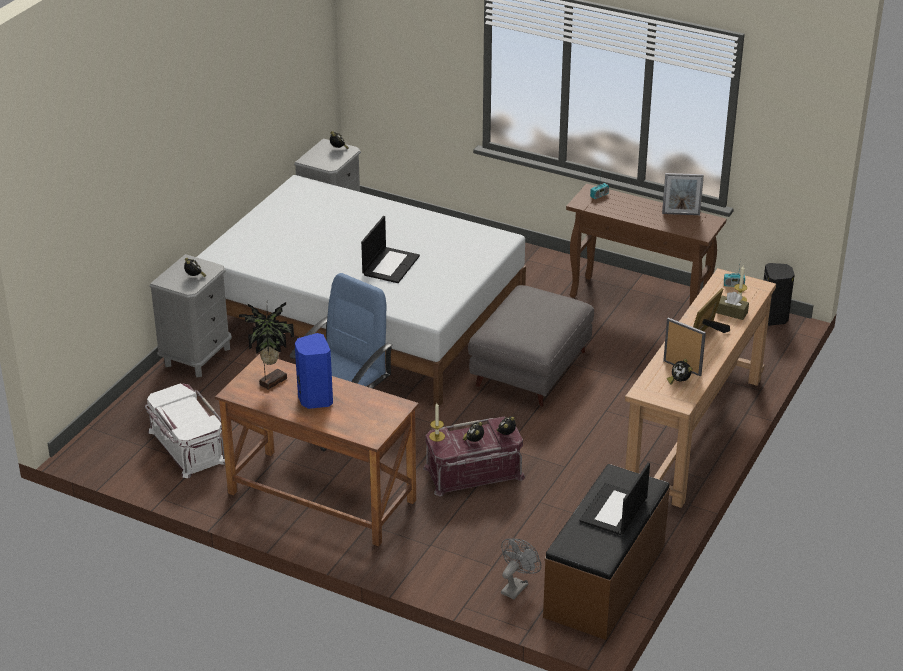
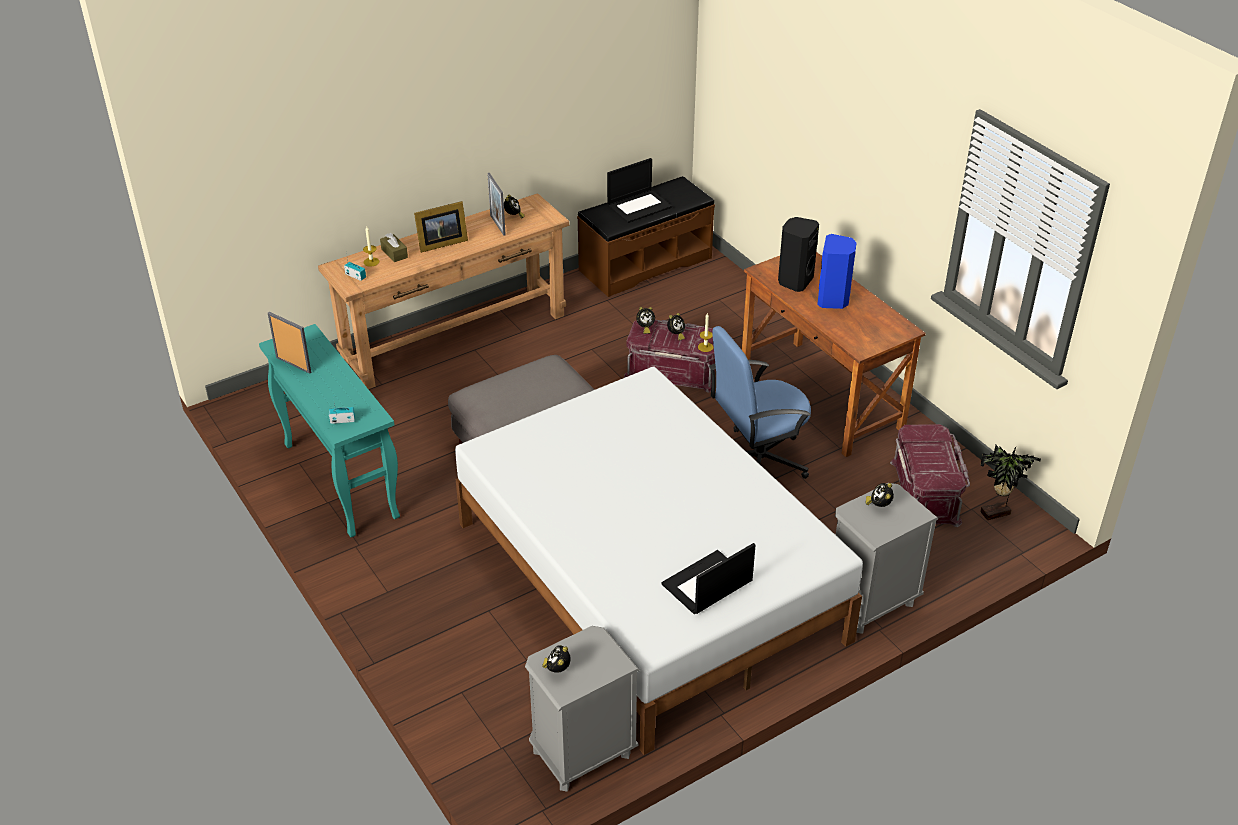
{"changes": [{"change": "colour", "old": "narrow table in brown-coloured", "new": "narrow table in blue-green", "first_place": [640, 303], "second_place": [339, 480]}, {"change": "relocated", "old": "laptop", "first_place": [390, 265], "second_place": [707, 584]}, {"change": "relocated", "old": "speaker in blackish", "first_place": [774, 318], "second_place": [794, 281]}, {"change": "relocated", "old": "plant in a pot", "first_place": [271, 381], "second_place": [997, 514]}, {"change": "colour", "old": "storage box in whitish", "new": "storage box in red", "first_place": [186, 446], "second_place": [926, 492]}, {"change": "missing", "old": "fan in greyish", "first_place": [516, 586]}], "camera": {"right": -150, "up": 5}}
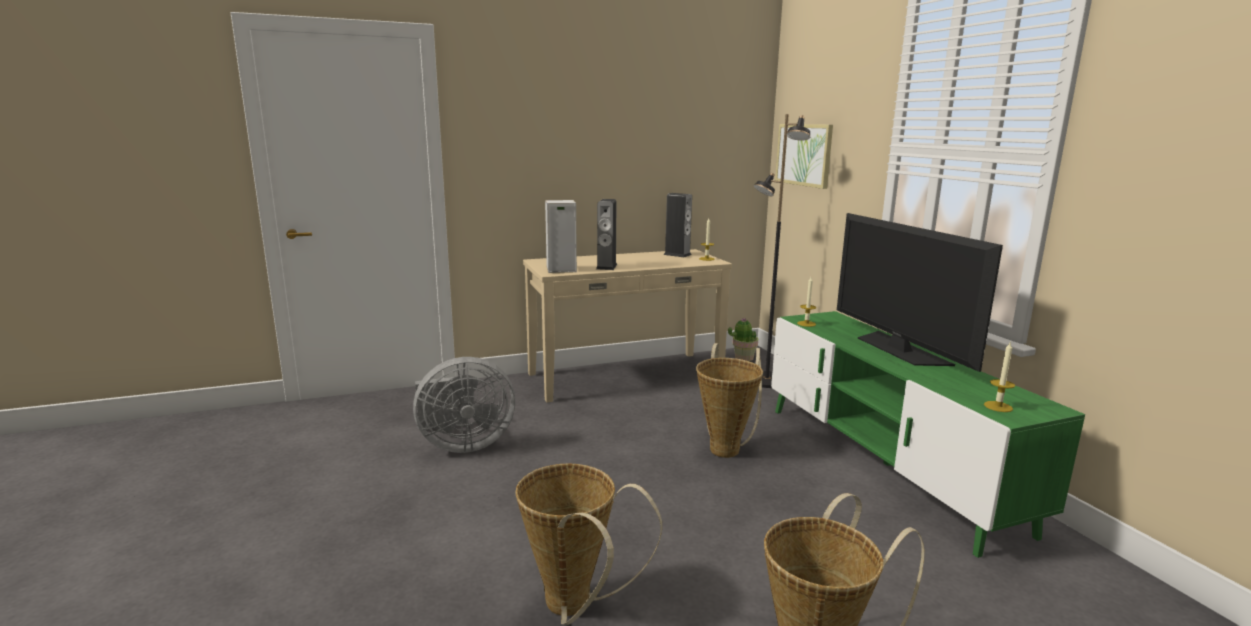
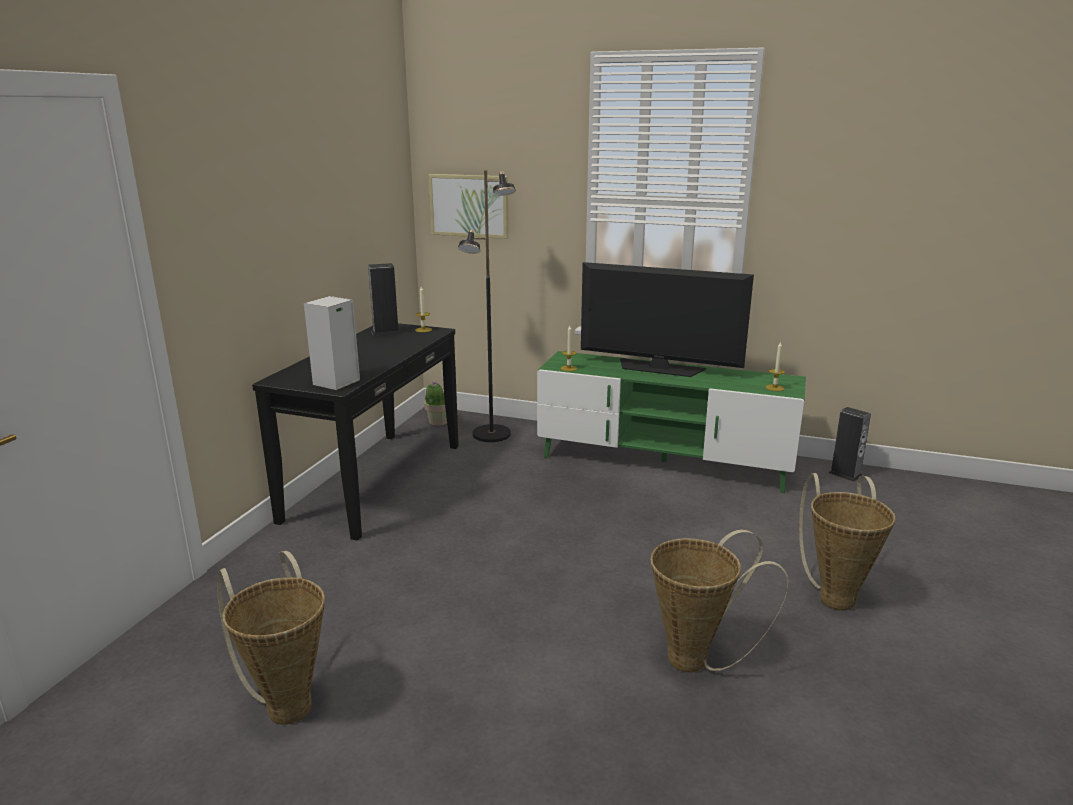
{"changes": [{"change": "relocated", "old": "speaker", "first_place": [606, 267], "second_place": [845, 474]}, {"change": "colour", "old": "narrow table in sand-coloured", "new": "narrow table in blackish", "first_place": [625, 375], "second_place": [374, 481]}, {"change": "relocated", "old": "storage basket", "first_place": [726, 447], "second_place": [287, 702]}, {"change": "missing", "old": "fan in greyish", "first_place": [462, 444]}], "camera": {"right": -50, "up": 5}}
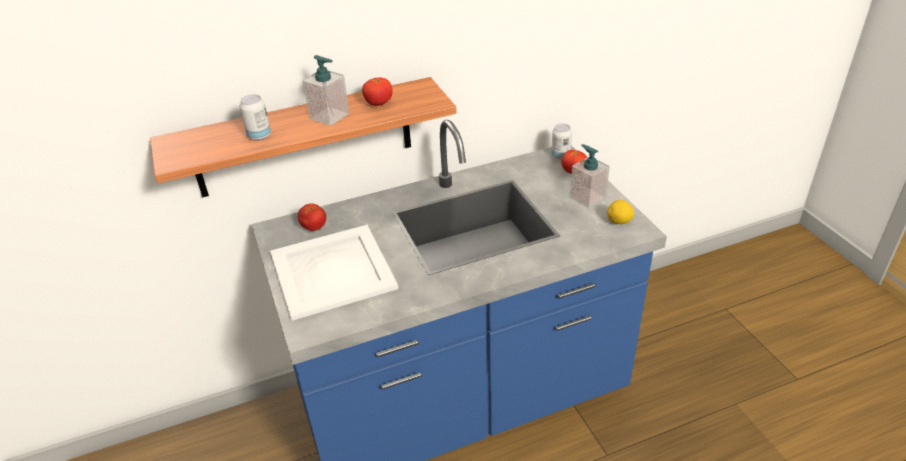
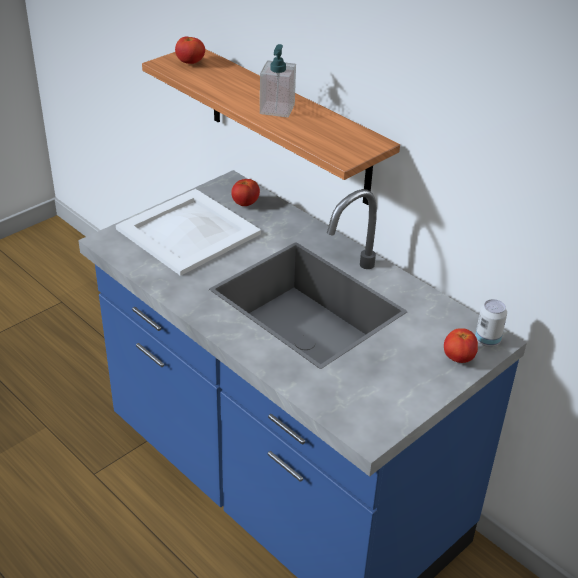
{"changes": [{"change": "relocated", "old": "tomato", "first_place": [379, 104], "second_place": [190, 63]}, {"change": "missing", "old": "can", "first_place": [259, 136]}, {"change": "missing", "old": "soap dispenser", "first_place": [587, 197]}, {"change": "missing", "old": "citrus fruit", "first_place": [619, 222]}], "camera": {"right": 65, "up": 0}}
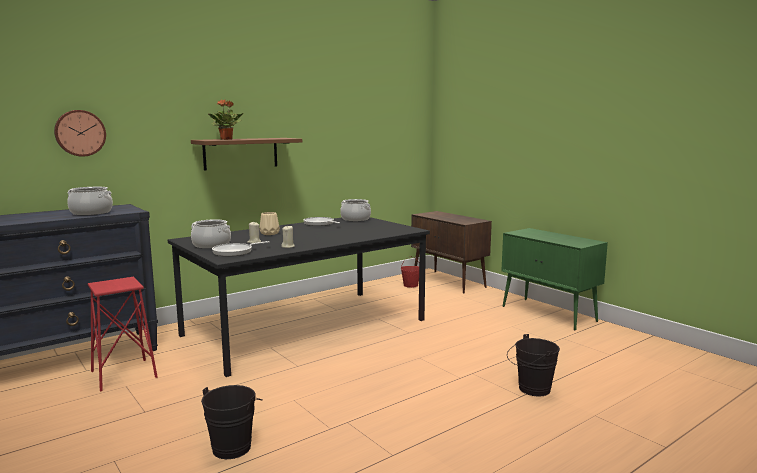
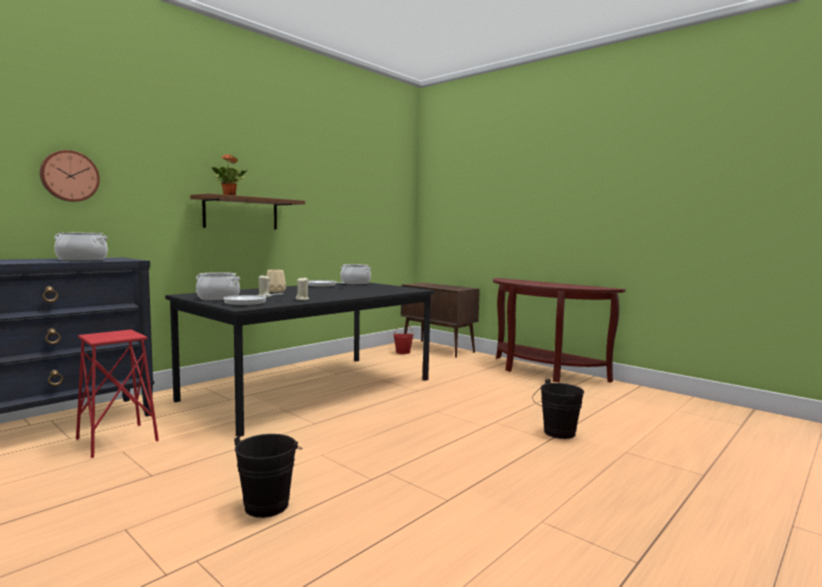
{"changes": [{"change": "exchanged", "old": "cupboard in greenish", "new": "narrow table in brown-coloured", "first_place": [549, 314], "second_place": [542, 372]}], "camera": {"right": -10, "up": -5}}
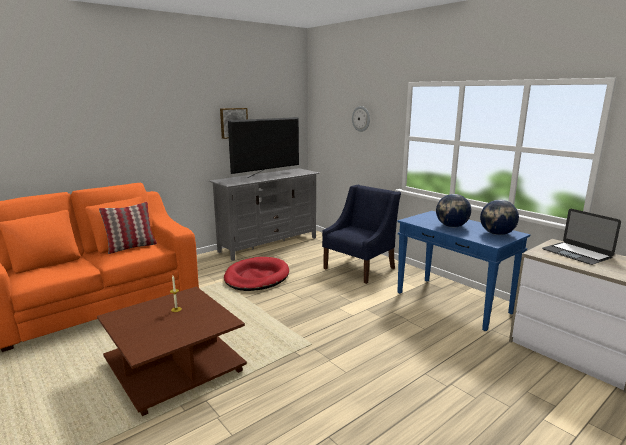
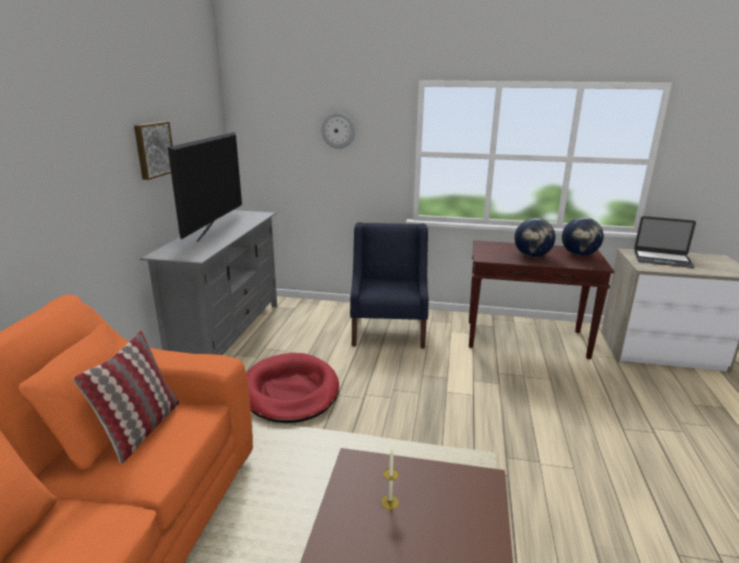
{"changes": [{"change": "colour", "old": "narrow table in blue-coloured", "new": "narrow table in brown-coloured", "first_place": [453, 303], "second_place": [526, 339]}], "camera": {"right": -40, "up": 5}}
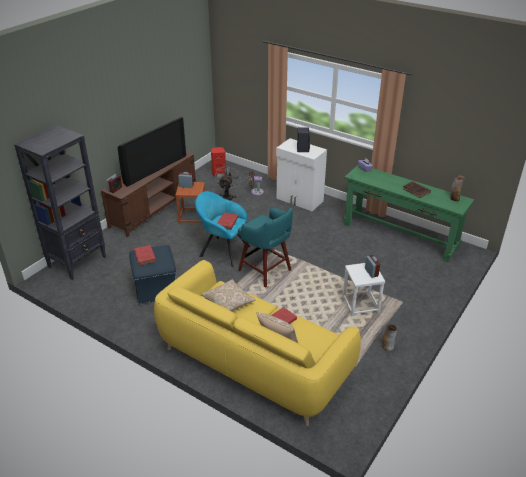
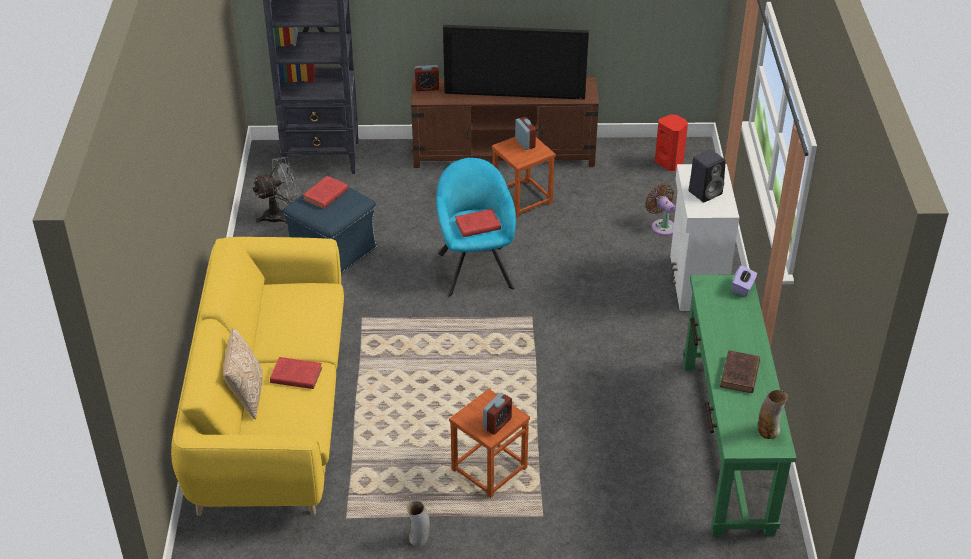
{"changes": [{"change": "relocated", "old": "fan in greyish", "first_place": [227, 197], "second_place": [280, 215]}, {"change": "missing", "old": "sitting stool in blue-green", "first_place": [266, 271]}, {"change": "colour", "old": "sitting stool in whitish", "new": "sitting stool in brown-coloured", "first_place": [360, 304], "second_place": [489, 468]}, {"change": "missing", "old": "cushion", "first_place": [228, 303]}], "camera": {"right": 55, "up": 5}}
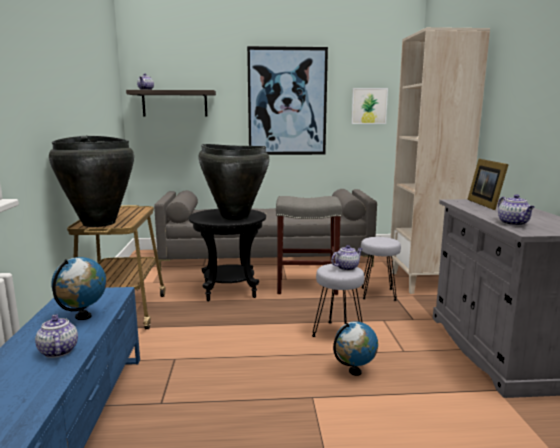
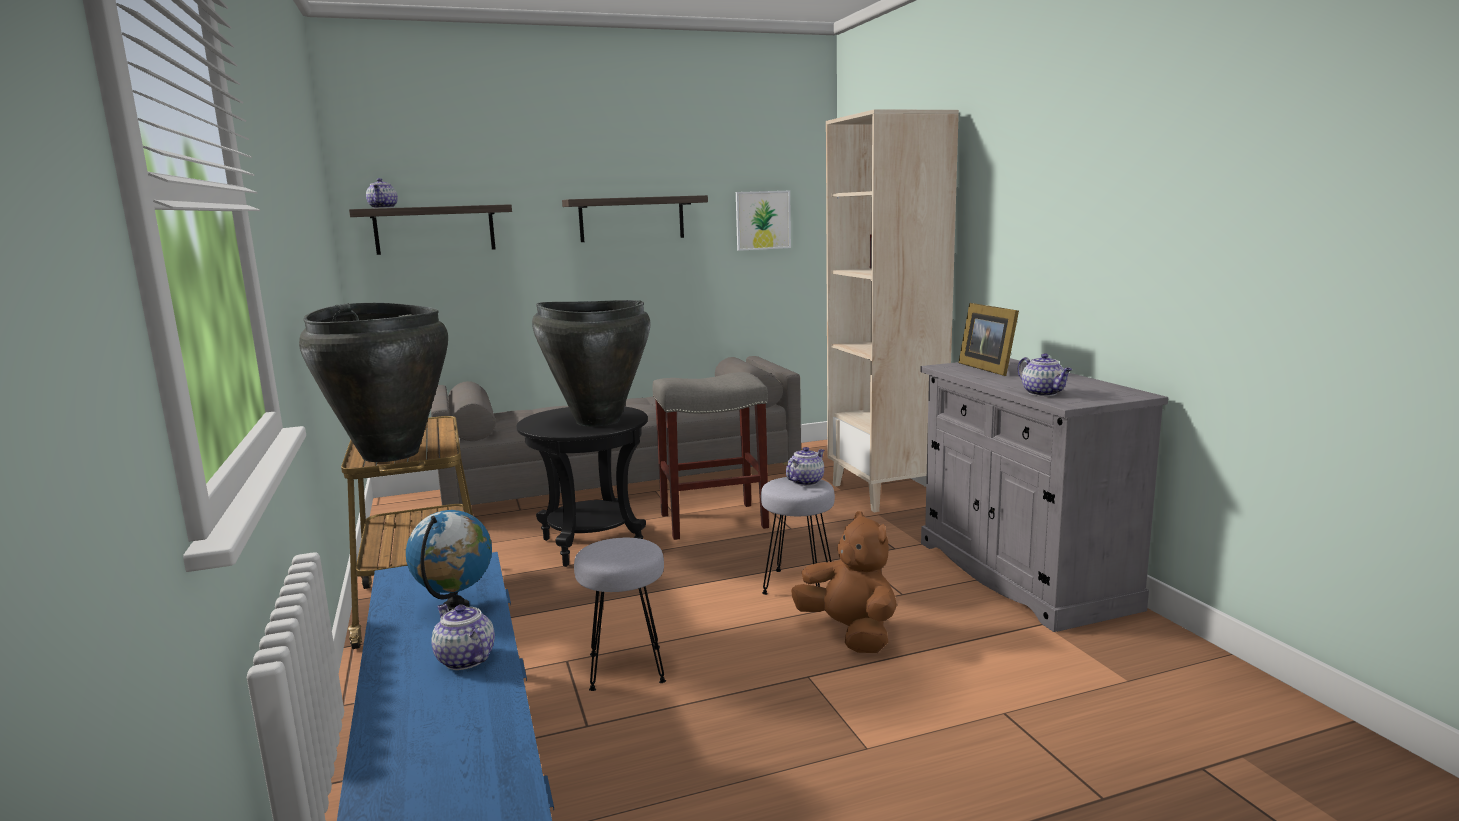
{"changes": [{"change": "exchanged", "old": "wall picture", "new": "wall shelf", "first_place": [287, 102], "second_place": [632, 219]}, {"change": "relocated", "old": "sitting stool in greyish", "first_place": [378, 294], "second_place": [626, 669]}, {"change": "exchanged", "old": "world globe", "new": "soft toy in brown-coloured", "first_place": [355, 372], "second_place": [849, 633]}], "camera": {"right": -15, "up": 0}}
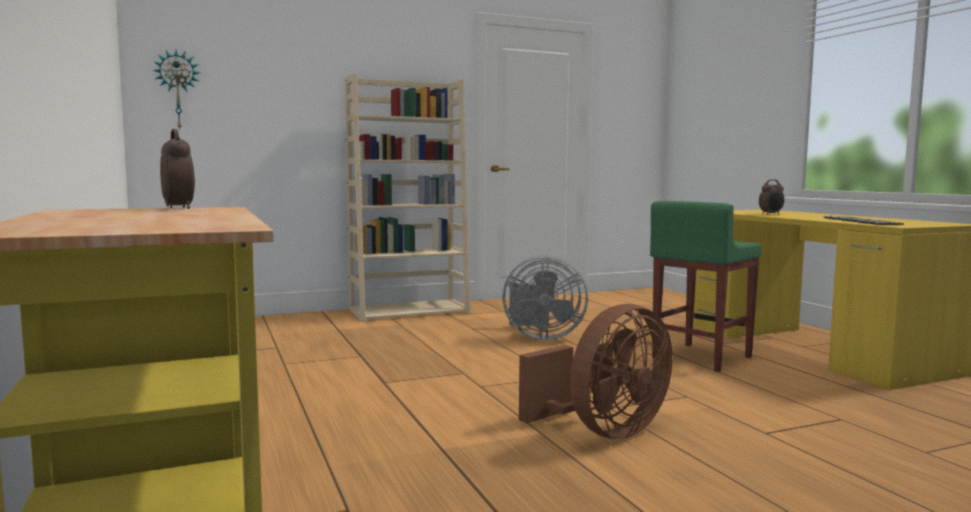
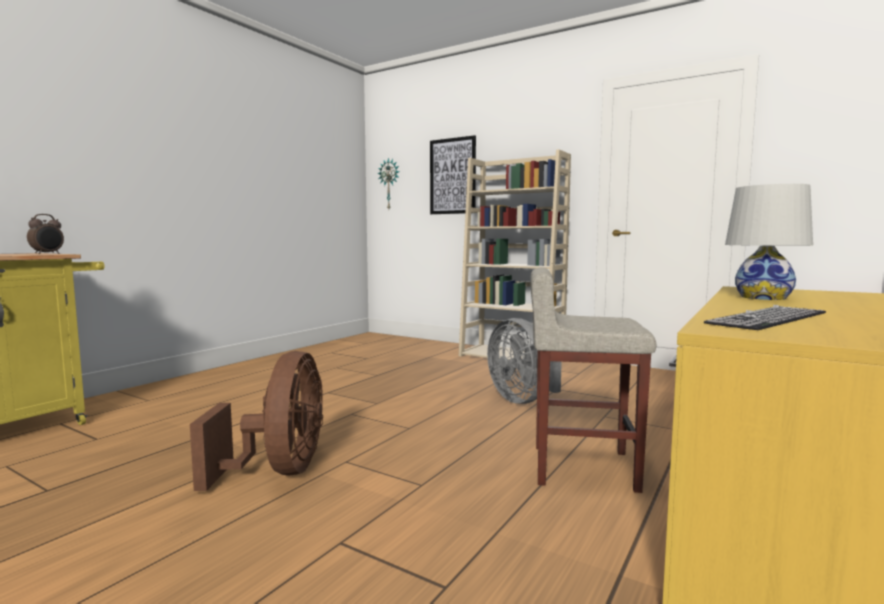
{"changes": [{"change": "exchanged", "old": "alarm clock", "new": "lamp for a table in whitish", "first_place": [771, 214], "second_place": [763, 297]}, {"change": "colour", "old": "sitting stool in greenish", "new": "sitting stool in sand-coloured", "first_place": [700, 357], "second_place": [581, 467]}, {"change": "spun", "old": "fan in brown-coloured", "first_place": [604, 431], "second_place": [280, 471], "degrees": -105}, {"change": "appeared", "new": "wall picture", "second_place": [452, 176]}], "camera": {"right": 55, "up": 0}}
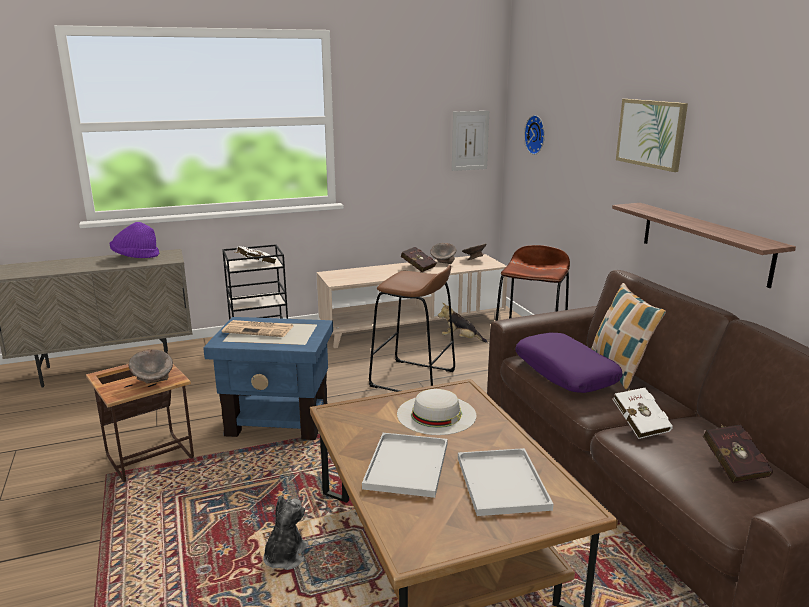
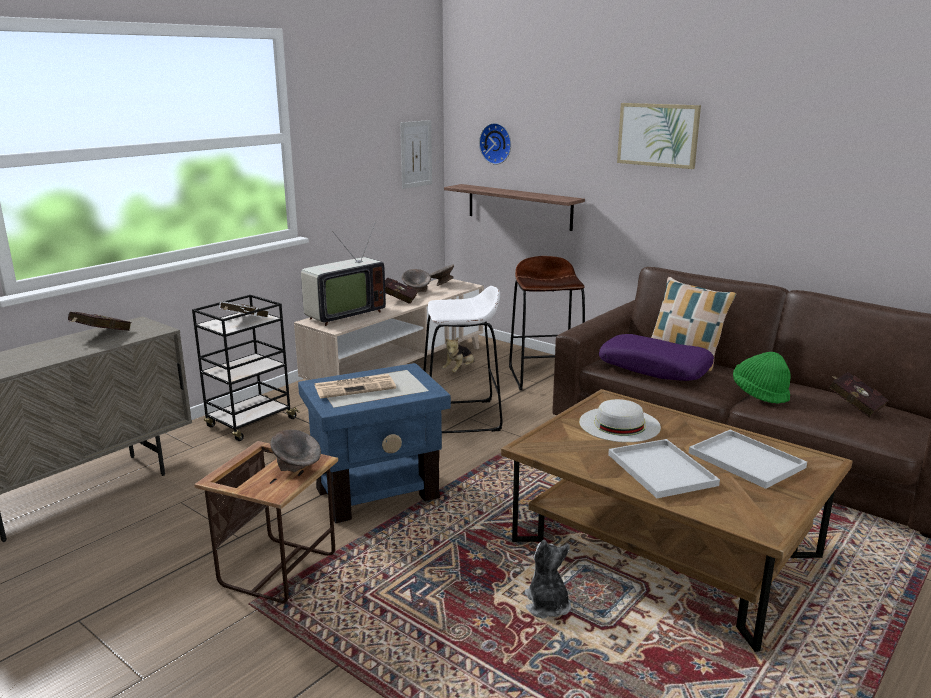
{"changes": [{"change": "relocated", "old": "wall shelf", "first_place": [704, 242], "second_place": [519, 207]}, {"change": "exchanged", "old": "hat in purple-coloured", "new": "bound book in red", "first_place": [135, 257], "second_place": [99, 335]}, {"change": "colour", "old": "sitting stool in brown-coloured", "new": "sitting stool in whitish", "first_place": [413, 379], "second_place": [460, 417]}, {"change": "spun", "old": "soft toy", "first_place": [460, 339], "second_place": [459, 370], "degrees": -45}, {"change": "exchanged", "old": "bound book in whitish", "new": "hat in greenish", "first_place": [639, 424], "second_place": [760, 393]}, {"change": "appeared", "new": "television", "second_place": [342, 315]}], "camera": {"right": -30, "up": 0}}
